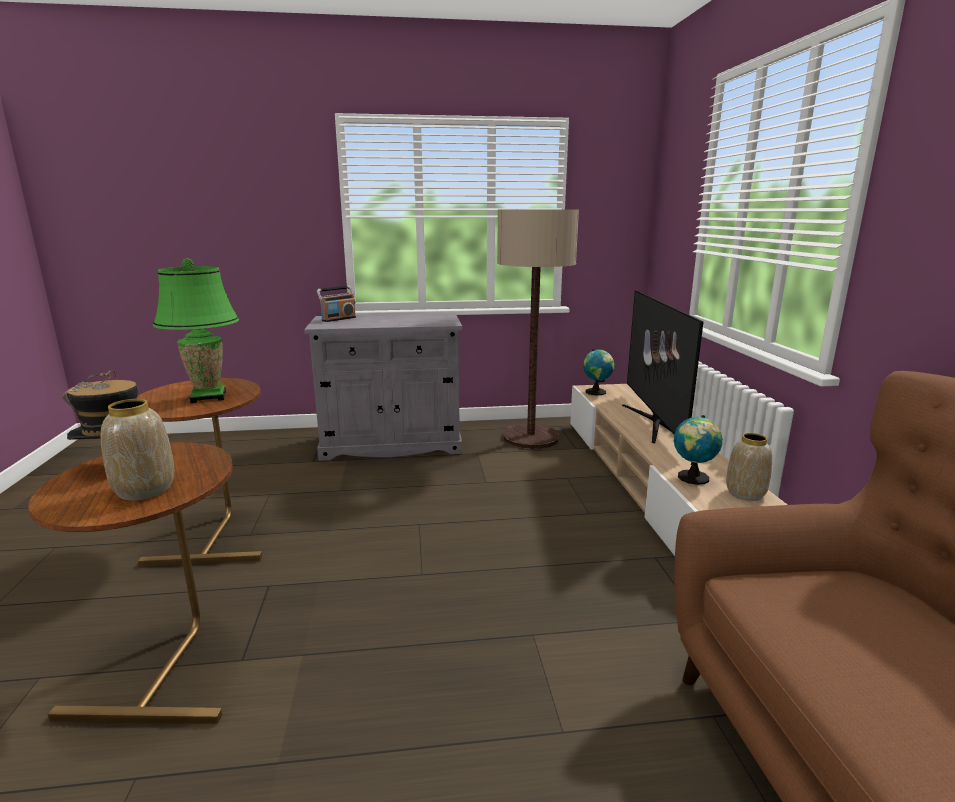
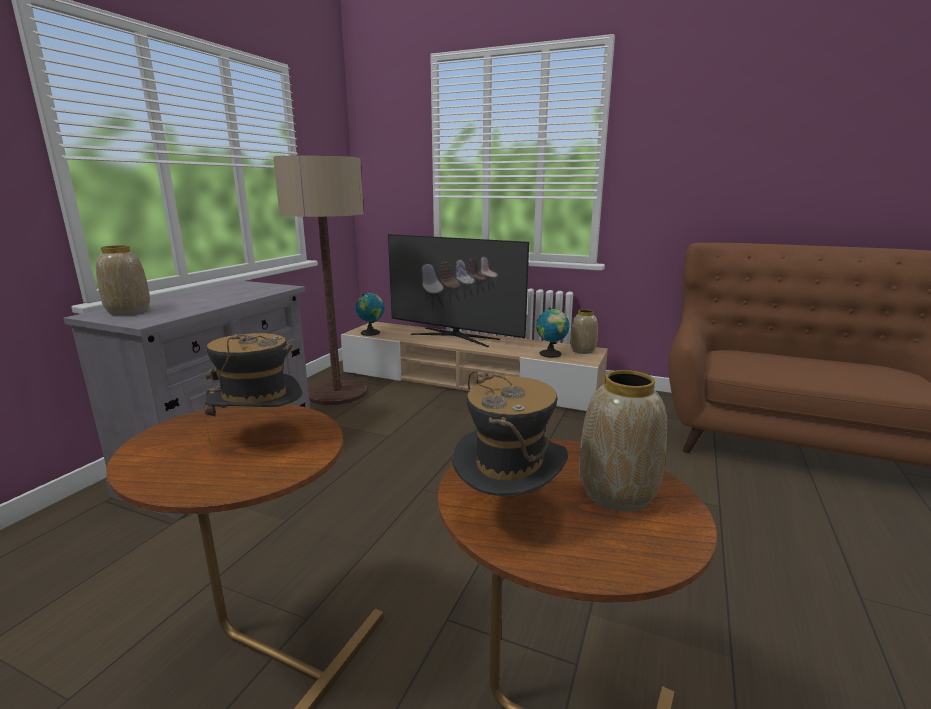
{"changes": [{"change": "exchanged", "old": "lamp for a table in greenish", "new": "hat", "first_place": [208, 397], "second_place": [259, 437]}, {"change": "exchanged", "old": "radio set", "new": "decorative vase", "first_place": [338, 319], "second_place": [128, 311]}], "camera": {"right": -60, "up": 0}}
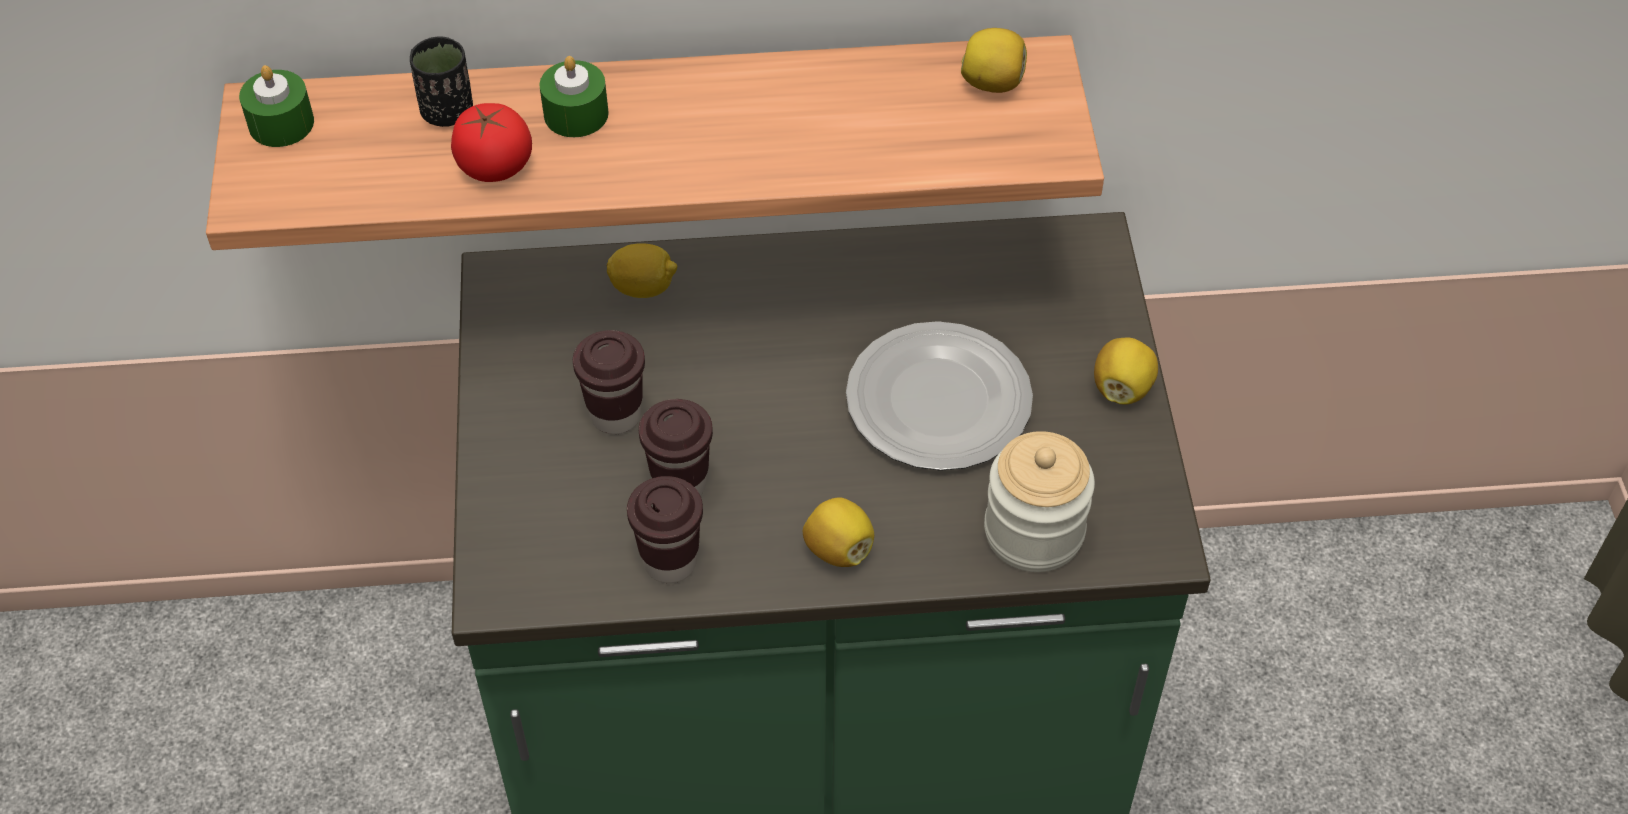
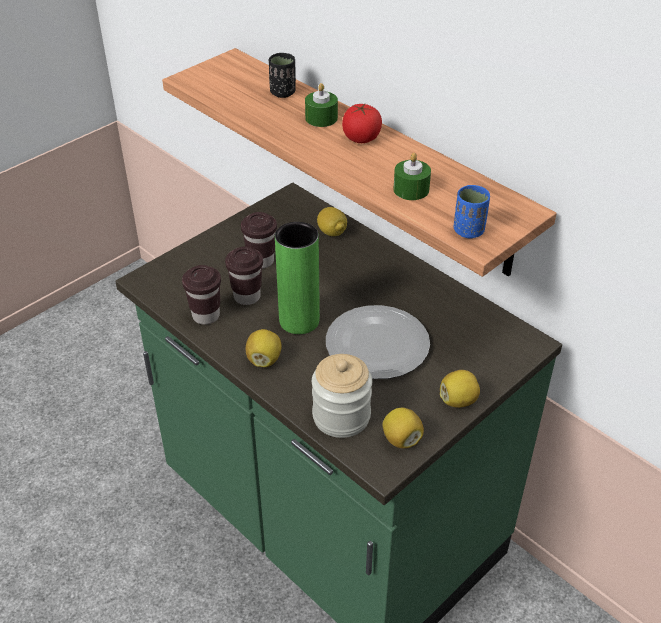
{"changes": [{"change": "relocated", "old": "citrus fruit", "first_place": [992, 82], "second_place": [401, 439]}, {"change": "relocated", "old": "wax light in greenish", "first_place": [281, 123], "second_place": [411, 189]}, {"change": "relocated", "old": "tomato", "first_place": [495, 166], "second_place": [361, 138]}, {"change": "appeared", "new": "cup in blue-coloured", "second_place": [468, 231]}, {"change": "appeared", "new": "decorative vase in greenish", "second_place": [299, 321]}], "camera": {"right": 50, "up": -10}}
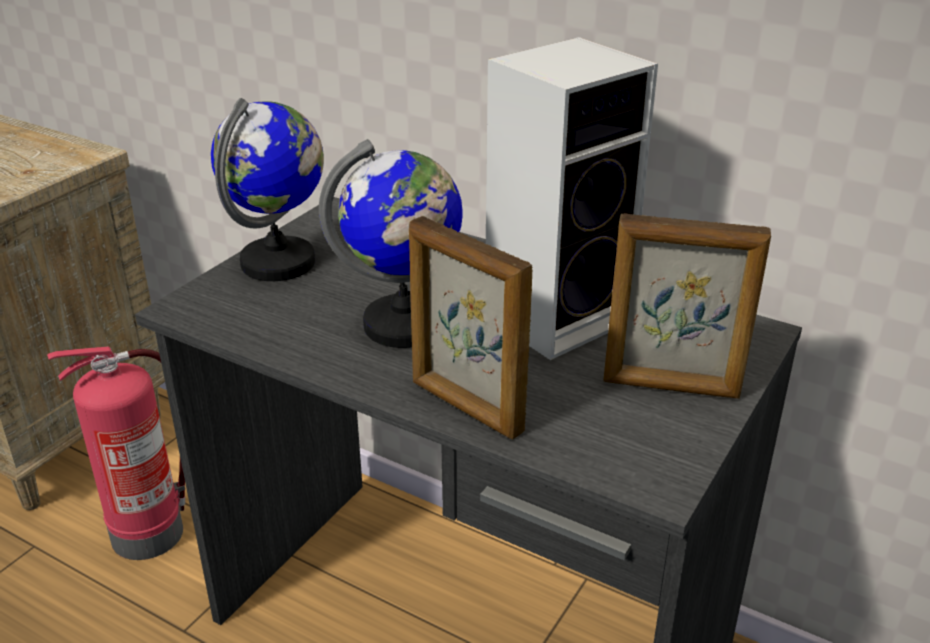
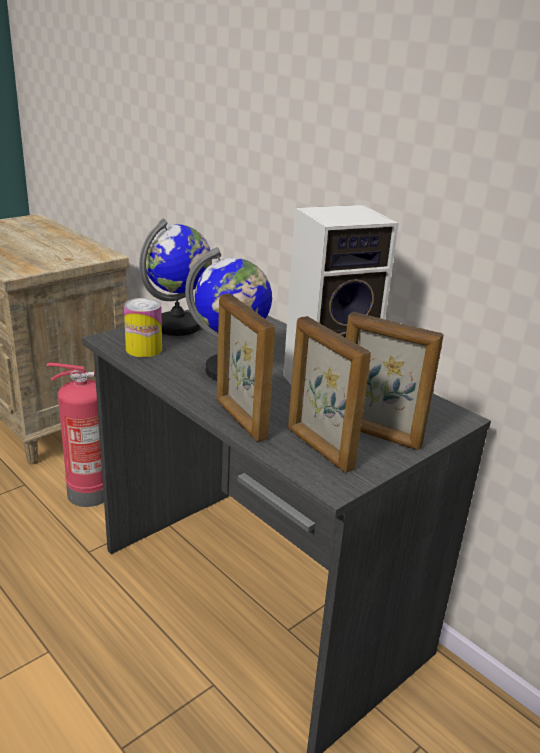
{"changes": [{"change": "appeared", "new": "can", "second_place": [144, 349]}, {"change": "appeared", "new": "standing frame", "second_place": [319, 449]}], "camera": {"right": 15, "up": -5}}
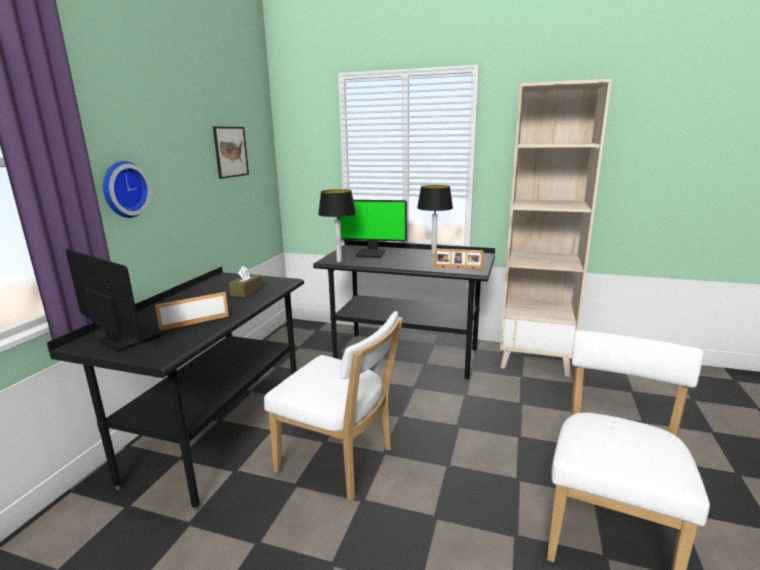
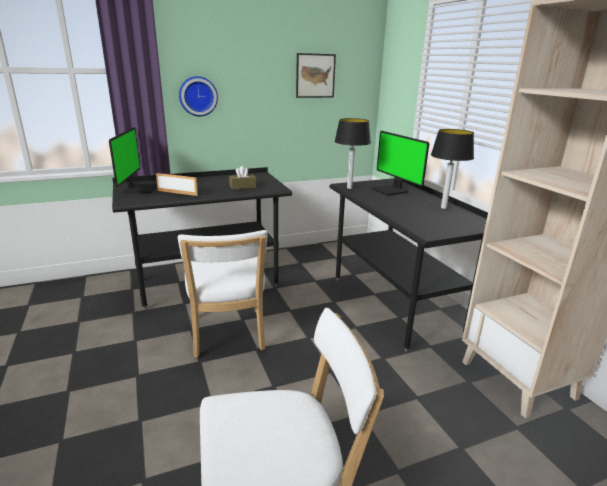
{"changes": [{"change": "missing", "old": "standing frame", "first_place": [458, 268]}], "camera": {"right": 50, "up": 5}}
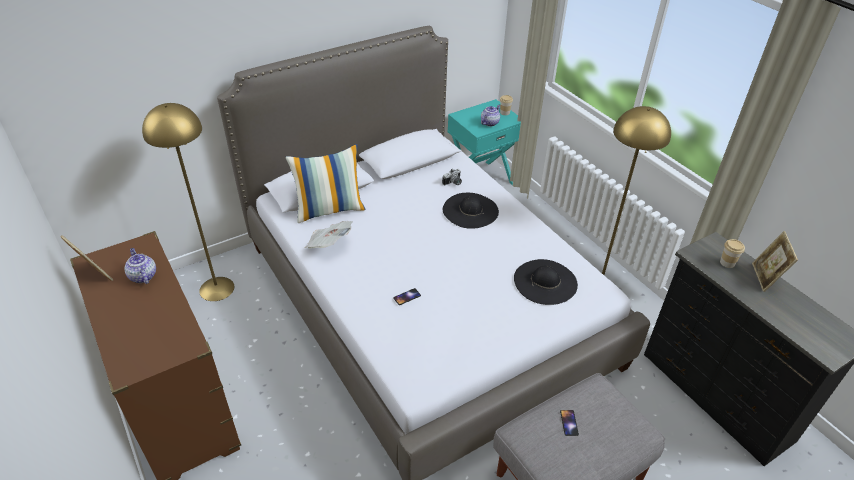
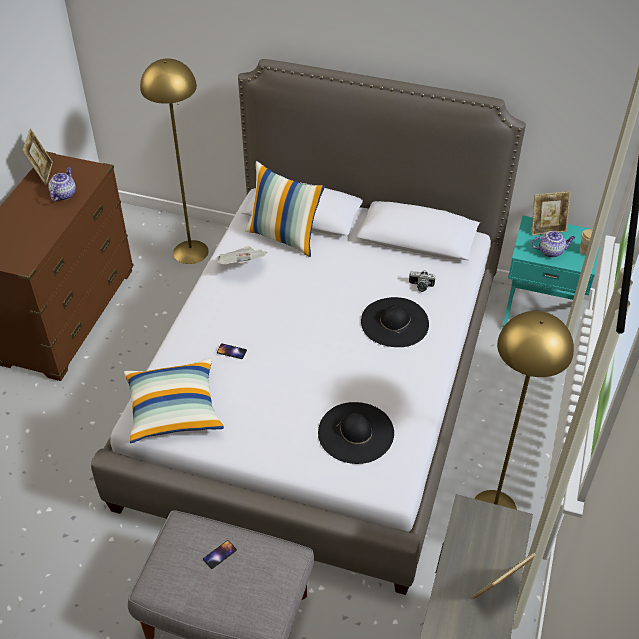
{"changes": [{"change": "missing", "old": "cup", "first_place": [727, 263]}, {"change": "appeared", "new": "standing frame", "second_place": [547, 229]}, {"change": "appeared", "new": "cushion", "second_place": [174, 409]}], "camera": {"right": 50, "up": 5}}
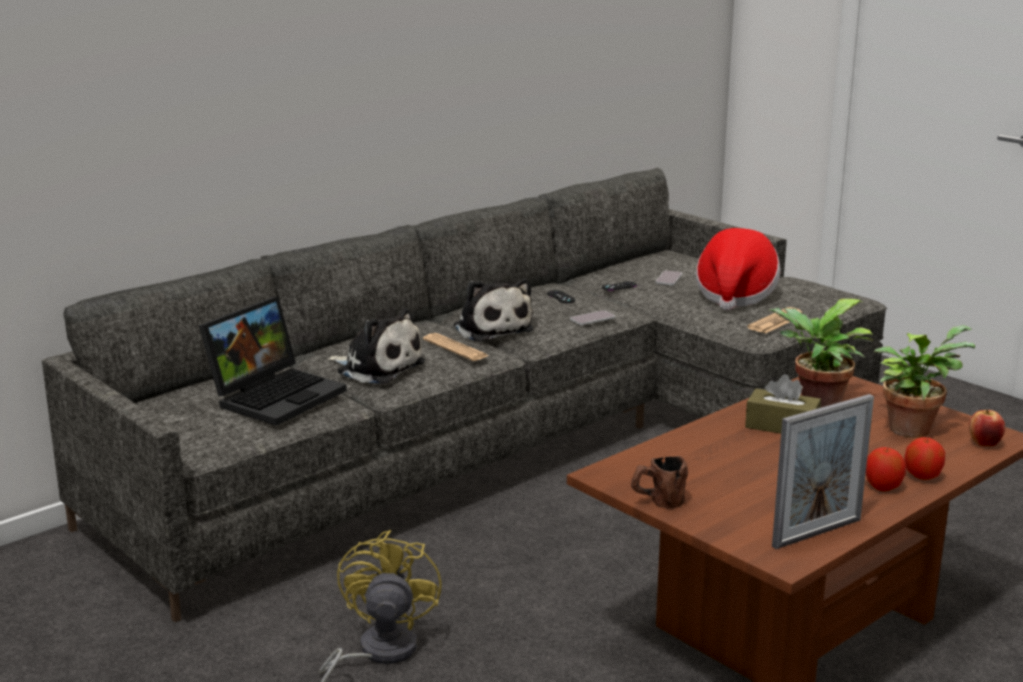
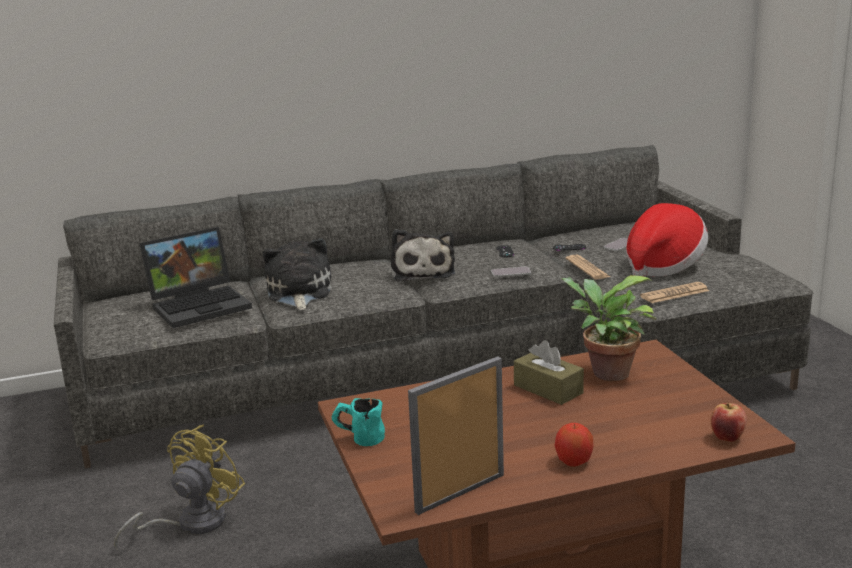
{"changes": [{"change": "spun", "old": "soft toy", "first_place": [377, 367], "second_place": [298, 293], "degrees": -150}, {"change": "missing", "old": "plant in a pot", "first_place": [912, 427]}, {"change": "relocated", "old": "newspaper", "first_place": [455, 348], "second_place": [587, 268]}, {"change": "spun", "old": "standing frame", "first_place": [817, 533], "second_place": [460, 493], "degrees": 150}, {"change": "missing", "old": "apple", "first_place": [922, 476]}, {"change": "colour", "old": "coffee mug in brown-coloured", "new": "coffee mug in blue-green", "first_place": [657, 502], "second_place": [359, 438]}], "camera": {"right": 25, "up": 0}}
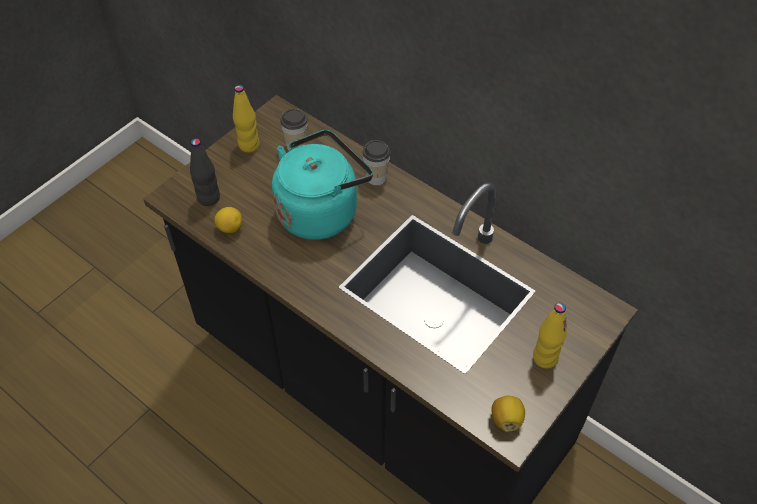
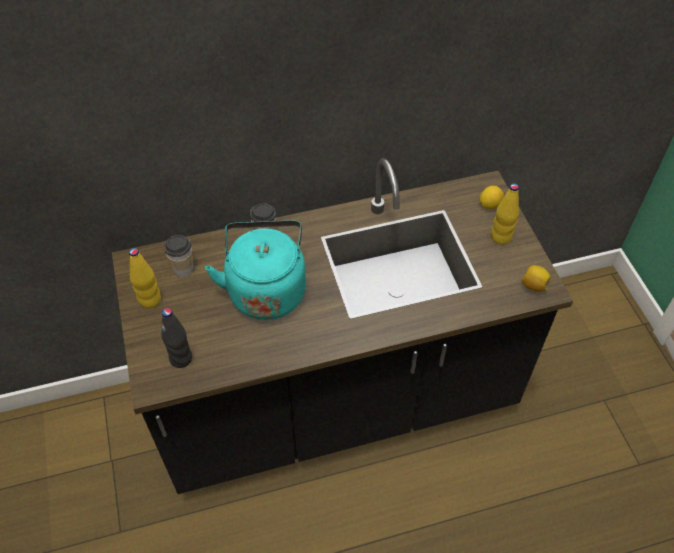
{"changes": [{"change": "relocated", "old": "citrus fruit", "first_place": [230, 228], "second_place": [489, 205]}], "camera": {"right": -55, "up": 0}}
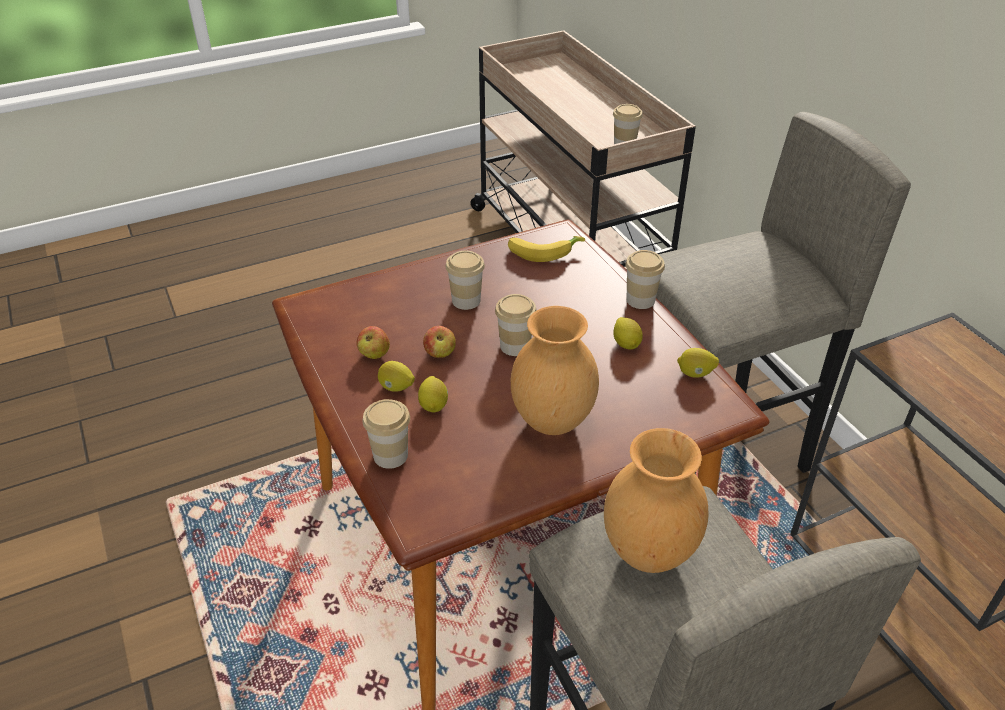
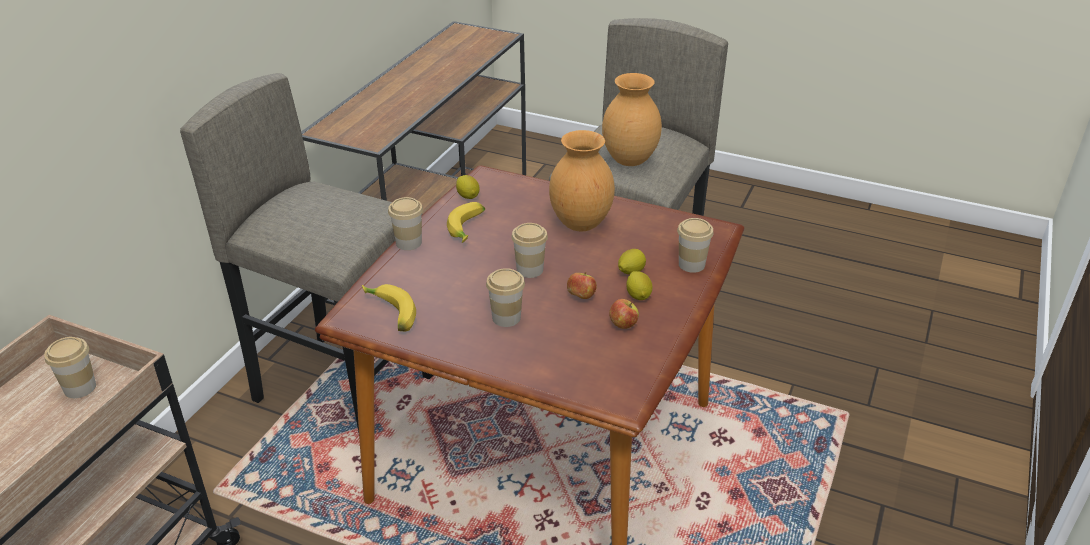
{"changes": [{"change": "exchanged", "old": "citrus fruit", "new": "whole banana", "first_place": [626, 344], "second_place": [469, 229]}], "camera": {"right": -130, "up": -5}}
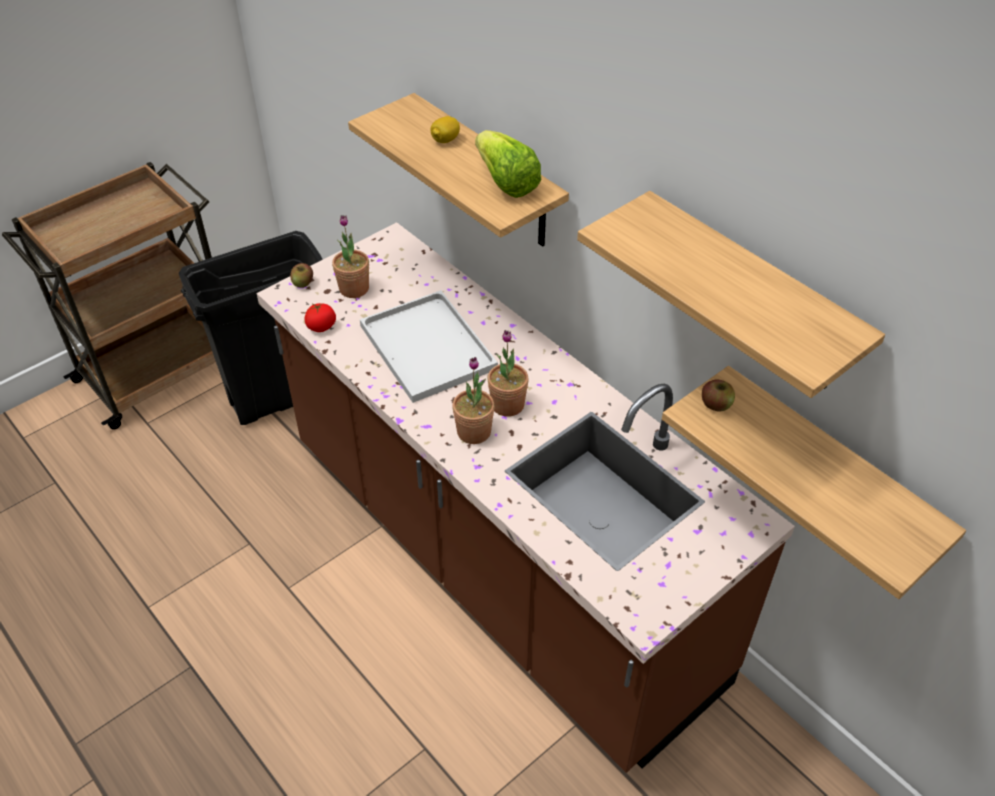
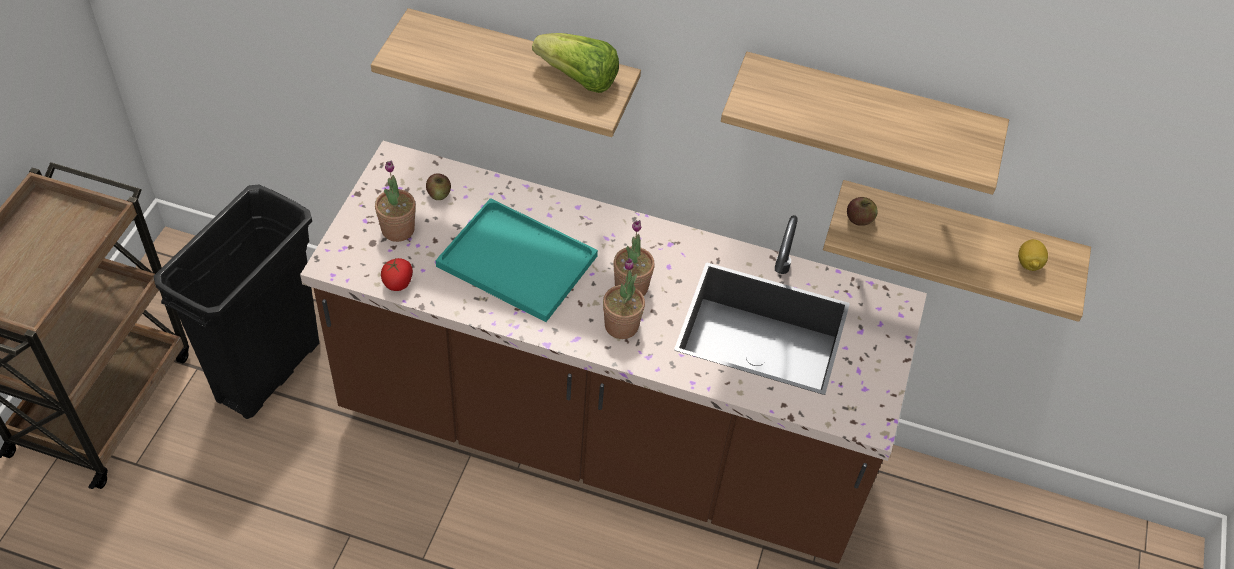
{"changes": [{"change": "relocated", "old": "citrus fruit", "first_place": [445, 140], "second_place": [1028, 263]}, {"change": "relocated", "old": "apple", "first_place": [303, 283], "second_place": [439, 194]}, {"change": "colour", "old": "serving tray in whitish", "new": "serving tray in blue-green", "first_place": [430, 348], "second_place": [520, 261]}], "camera": {"right": -35, "up": 5}}
